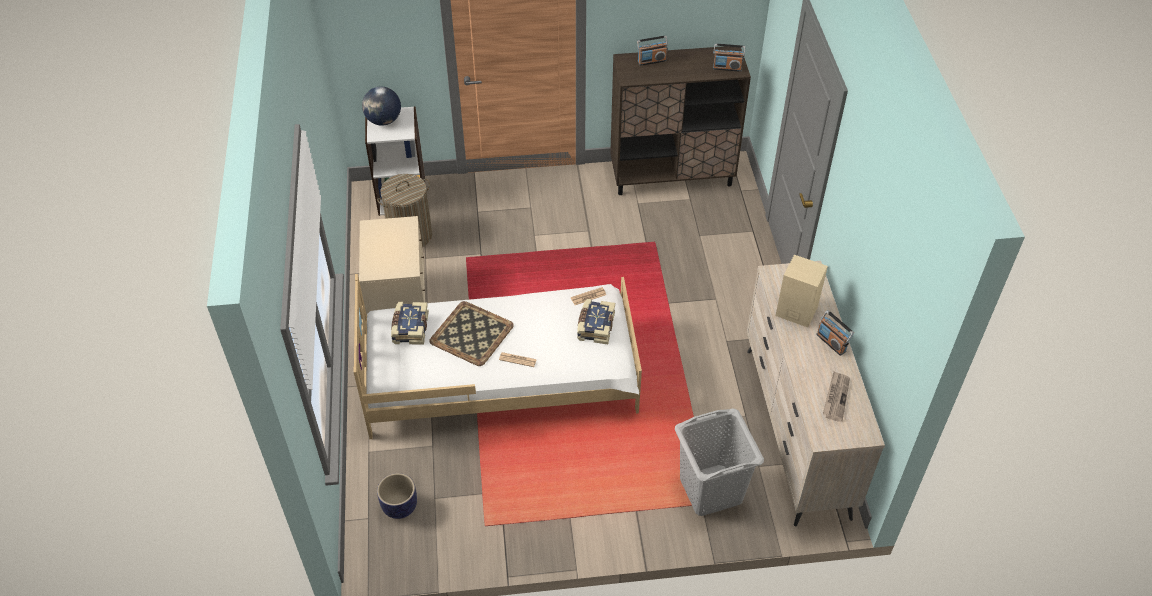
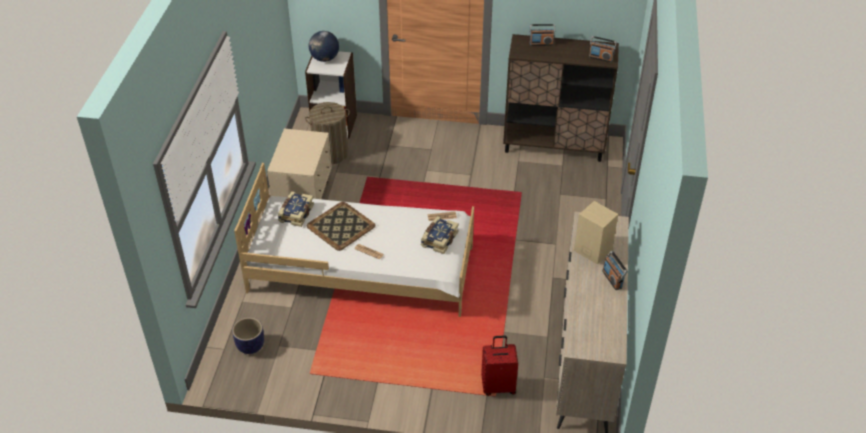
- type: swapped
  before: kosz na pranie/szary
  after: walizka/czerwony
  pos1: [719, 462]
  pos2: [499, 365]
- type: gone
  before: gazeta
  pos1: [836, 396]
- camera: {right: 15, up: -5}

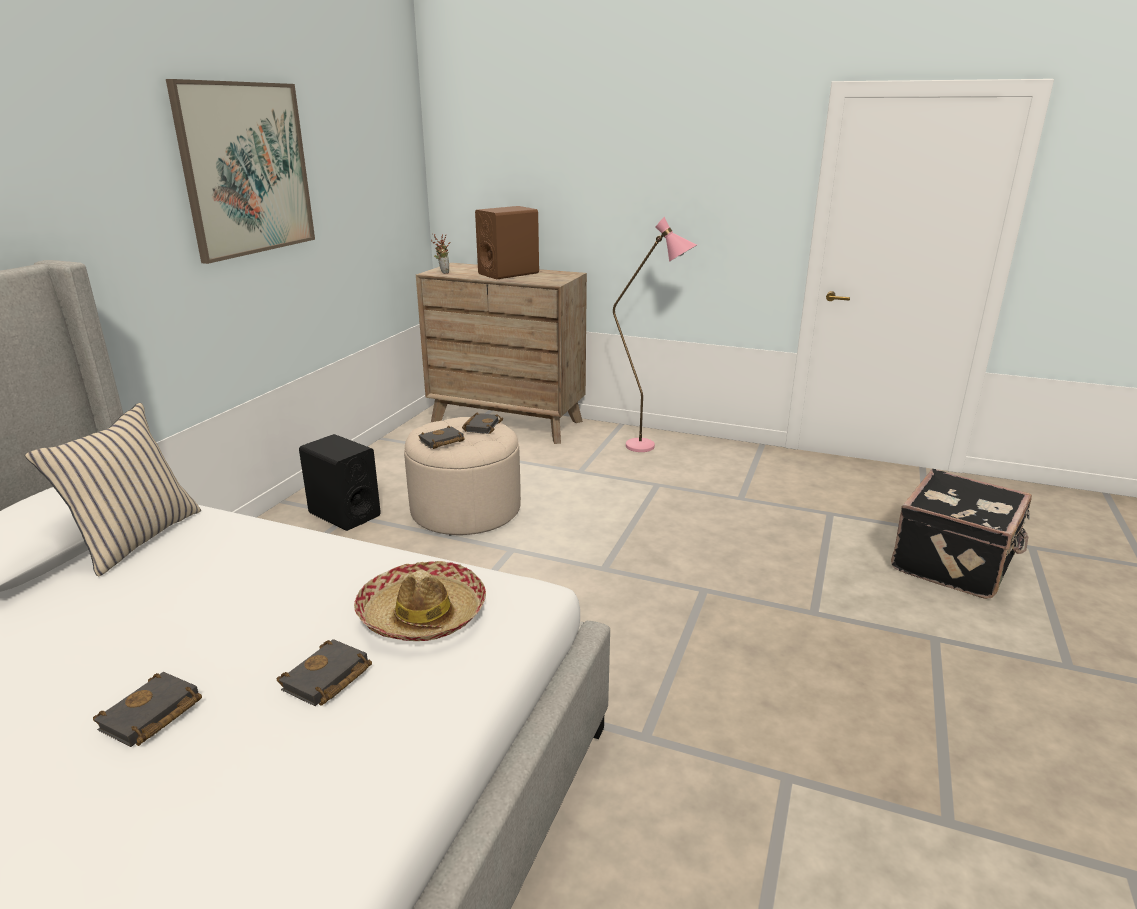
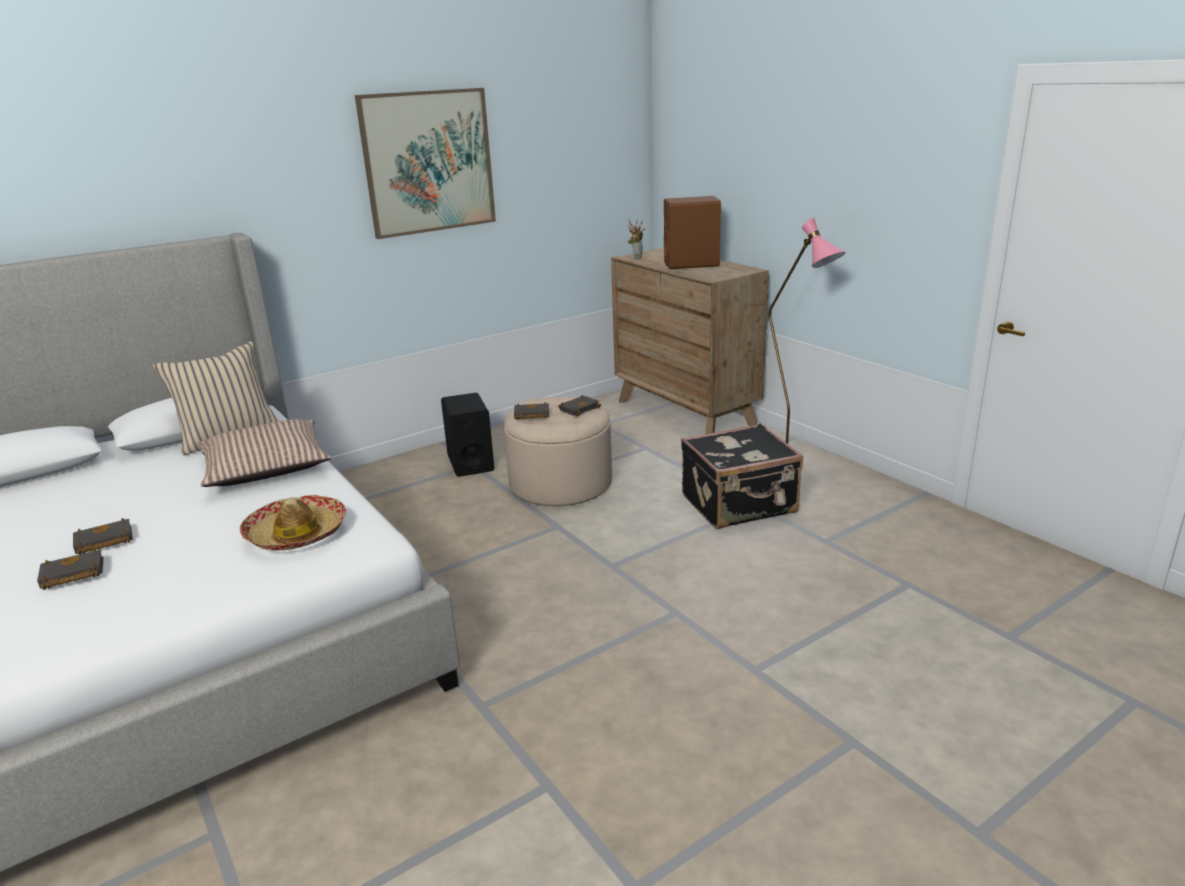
- type: shifted
  before: książka/czarny
  pos1: [324, 672]
  pos2: [70, 569]
- type: new
  after: poduszka
  pos2: [264, 453]
- type: shifted
  before: walizka/czarny
  pos1: [961, 534]
  pos2: [742, 476]
- camera: {right: 35, up: 0}

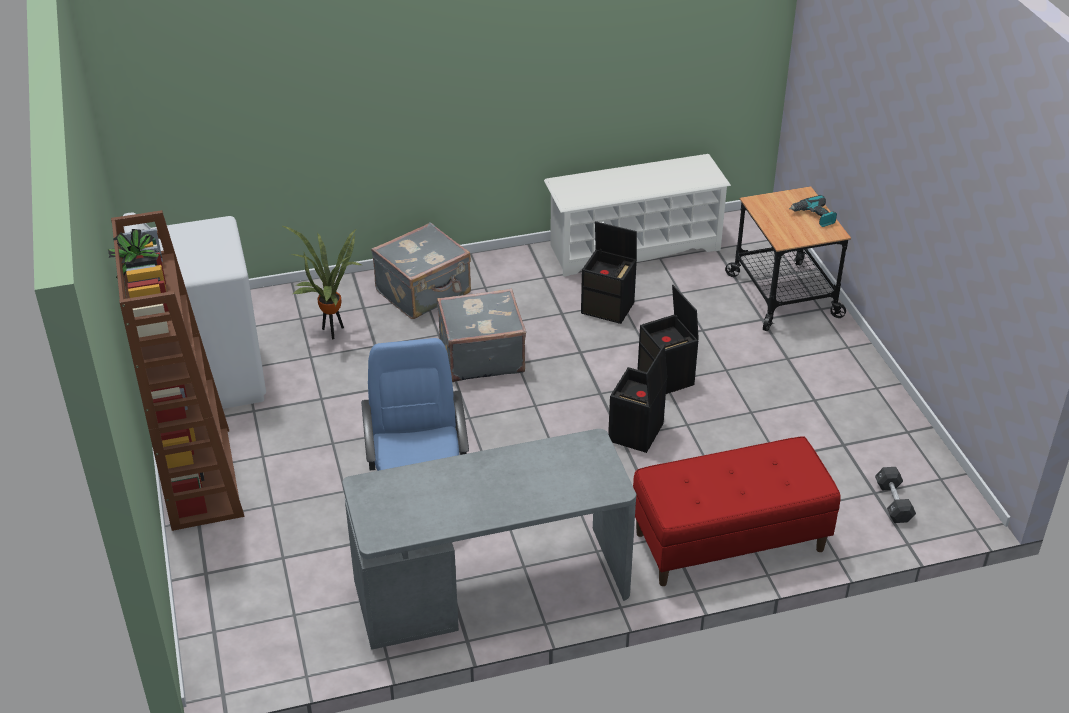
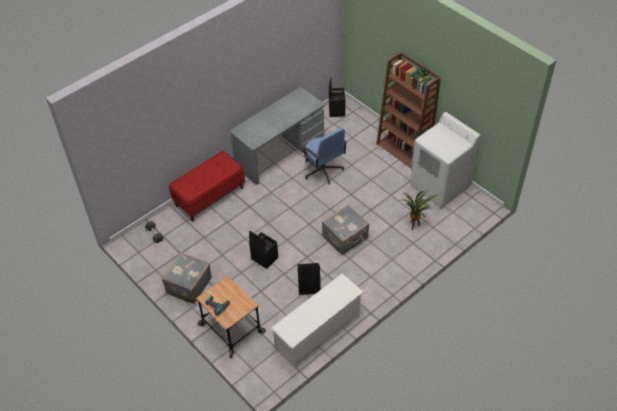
- type: shifted
  before: walizka/szary
  pos1: [421, 270]
  pos2: [187, 278]
- type: shifted
  before: pojemnik do przechowywania/czarny
  pos1: [637, 399]
  pos2: [337, 97]
- camera: {right: 155, up: 10}

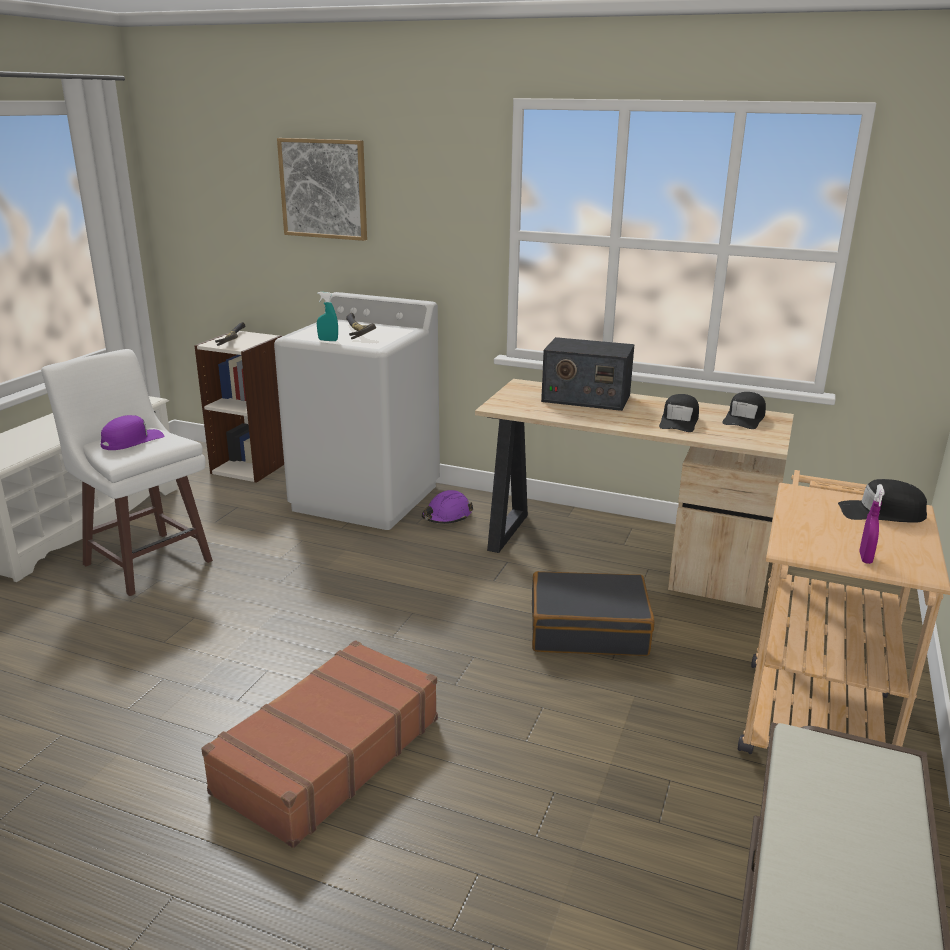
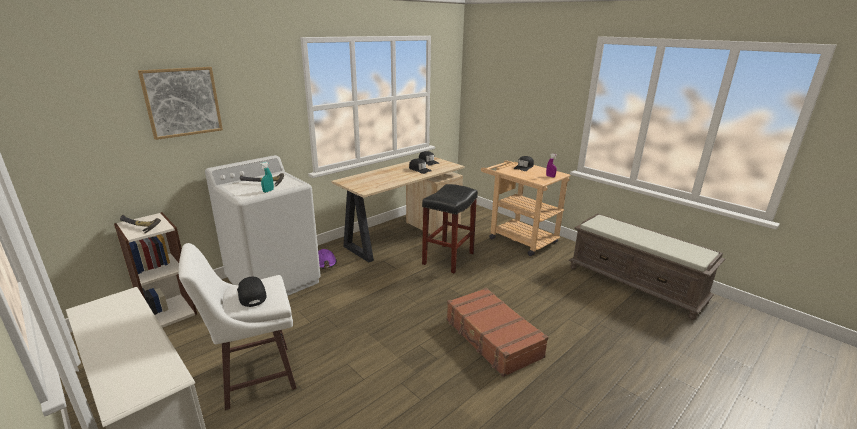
- type: repainted
  before: czapka z daszkiem/fioletowy
  after: czapka z daszkiem/czarny
  pos1: [132, 432]
  pos2: [251, 292]
- type: swapped
  before: walizka/czarny
  after: stołek/czarny
  pos1: [593, 613]
  pos2: [450, 228]
- type: gone
  before: radio
  pos1: [587, 374]
- camera: {right: -65, up: 0}

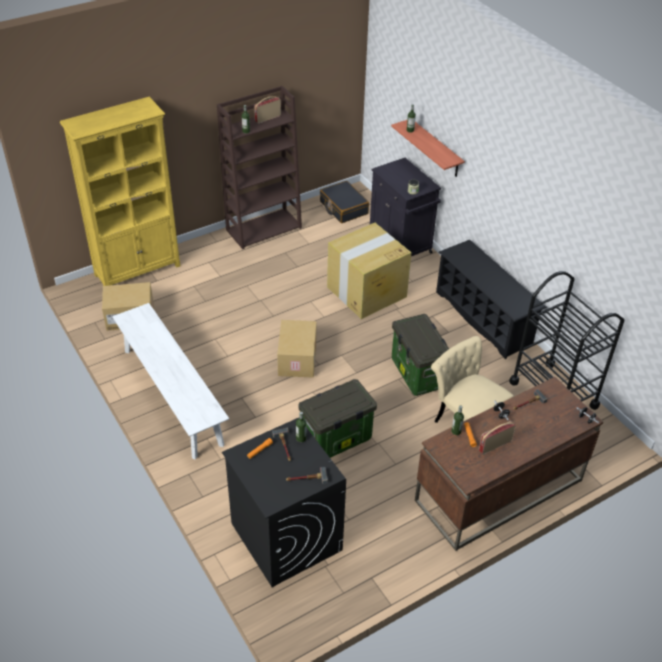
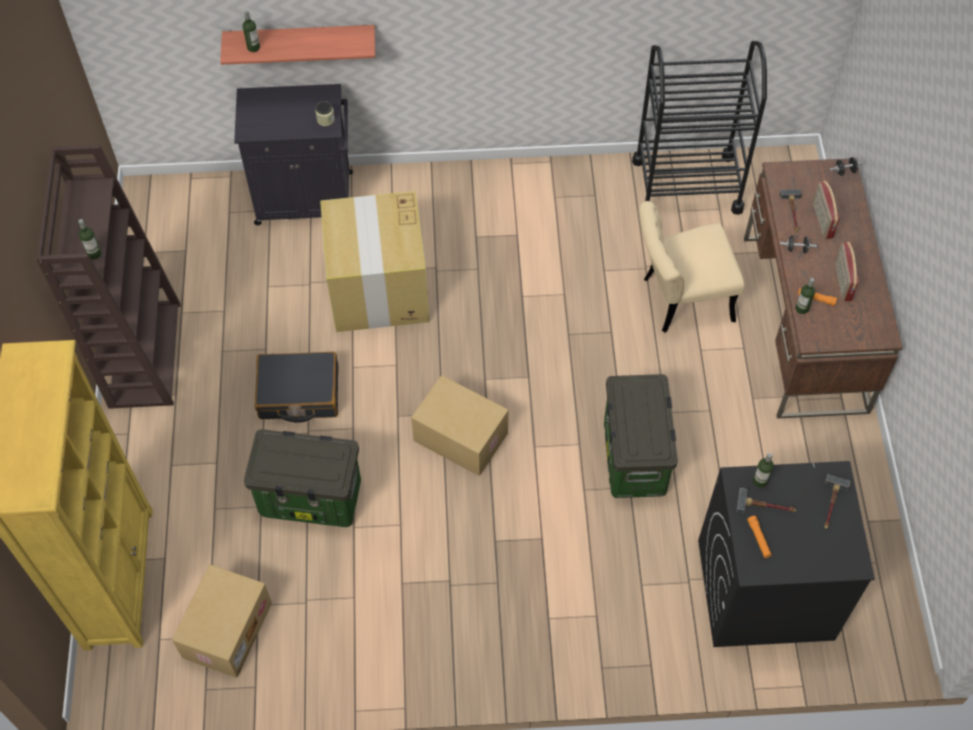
- type: shifted
  before: pojemnik do przechowywania
  pos1: [420, 355]
  pos2: [302, 478]
- type: shifted
  before: walizka/czarny
  pos1: [344, 202]
  pos2: [296, 387]
- type: shifted
  before: radio
  pos1: [267, 110]
  pos2: [826, 210]
- type: gone
  before: ławka/biały
  pos1: [170, 381]
- type: gone
  before: regał na buty/czarny
  pos1: [491, 299]
- camera: {right: -60, up: 15}

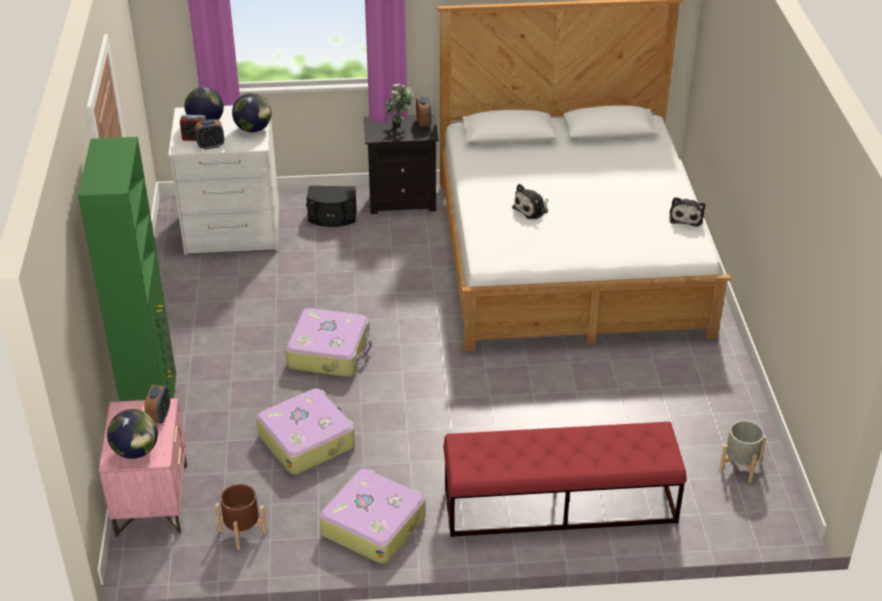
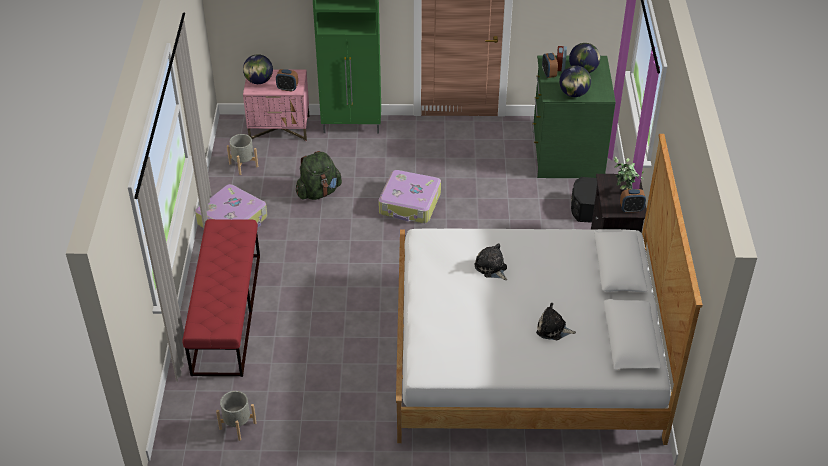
- type: repainted
  before: donica/brązowy
  after: donica/szary
  pos1: [241, 517]
  pos2: [242, 154]
- type: swapped
  before: walizka
  after: plecak/zielony
  pos1: [305, 431]
  pos2: [319, 175]
- type: repainted
  before: komoda/biały
  after: komoda/zielony
  pos1: [223, 179]
  pos2: [574, 116]
- type: shifted
  before: pluszak
  pos1: [687, 212]
  pos2: [556, 321]
- camera: {right: 95, up: 5}

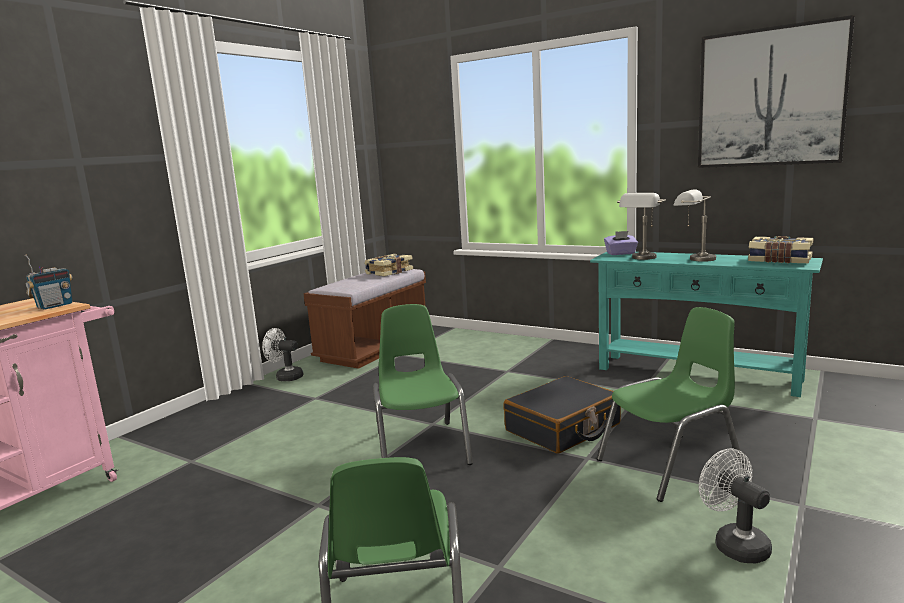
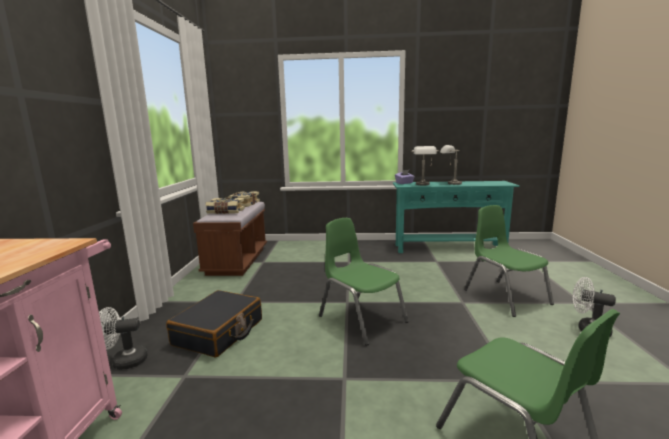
- type: shifted
  before: wentylator/biały
  pos1: [282, 354]
  pos2: [123, 338]
- type: shifted
  before: walizka/czarny
  pos1: [562, 415]
  pos2: [214, 324]
- type: shifted
  before: książka
  pos1: [781, 249]
  pos2: [225, 206]
- type: rotated
  before: krzesło/zielony
  pos1: [670, 404]
  pos2: [509, 261]
  turn: -60
- type: gone
  before: radio
  pos1: [49, 282]
- type: gone
  before: obraz
  pos1: [776, 91]
- camera: {right: -30, up: 0}

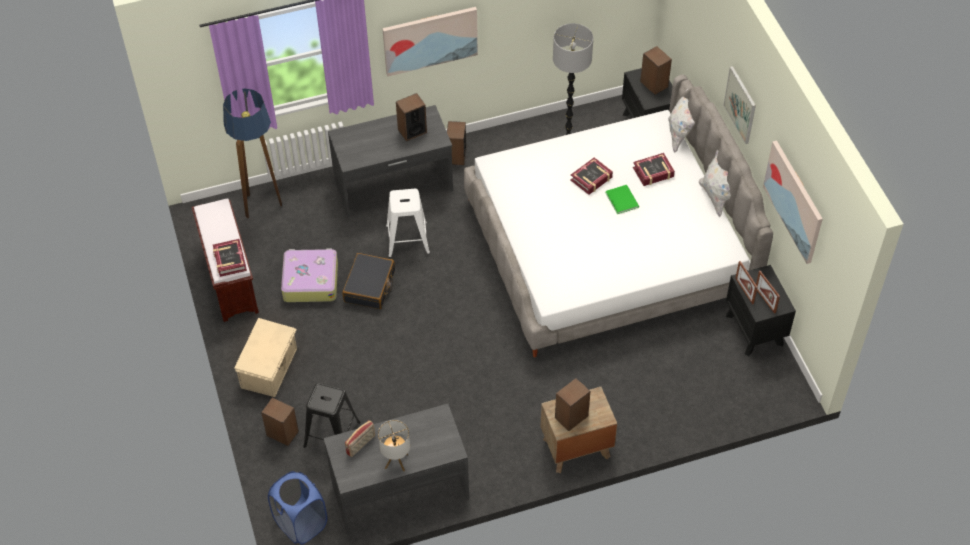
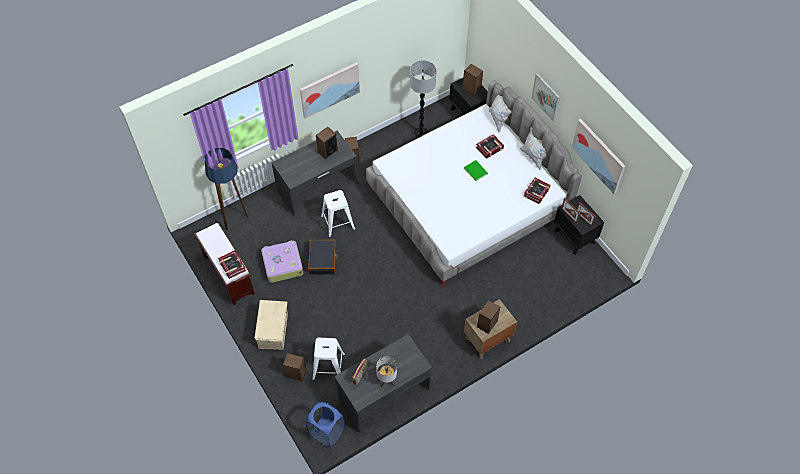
- type: repainted
  before: stołek/czarny
  after: stołek/biały
  pos1: [332, 415]
  pos2: [328, 359]
- type: shifted
  before: książka
  pos1: [592, 176]
  pos2: [537, 191]
- camera: {right: -15, up: 5}

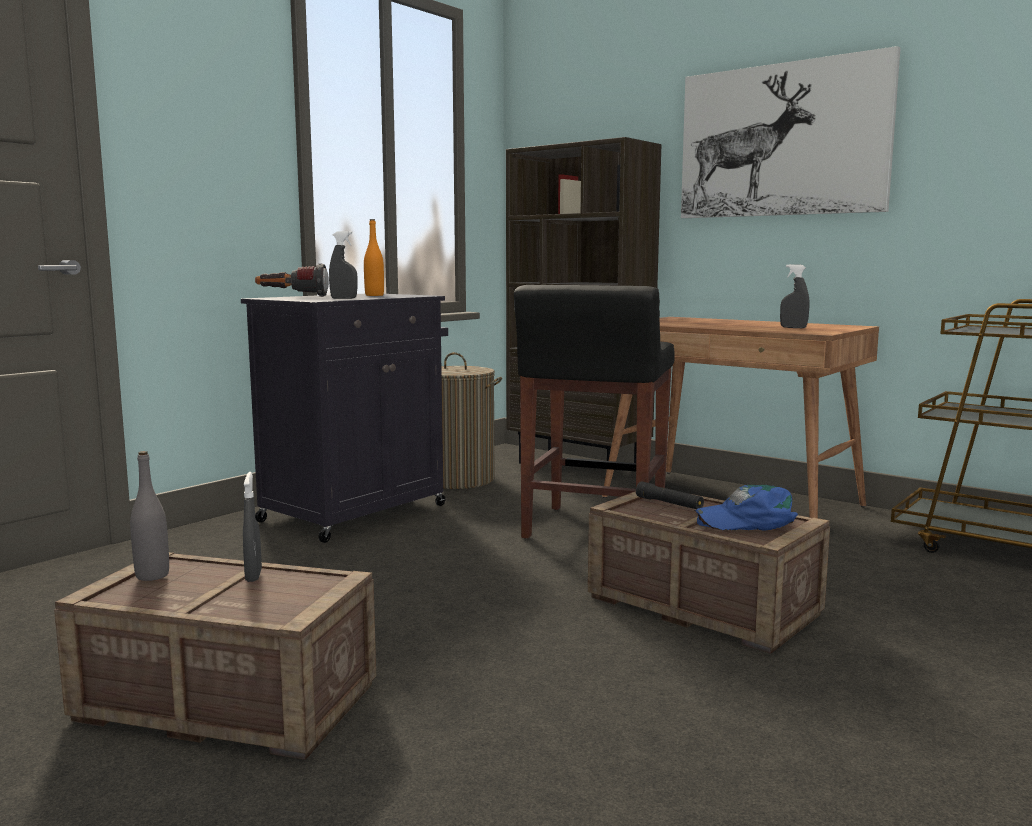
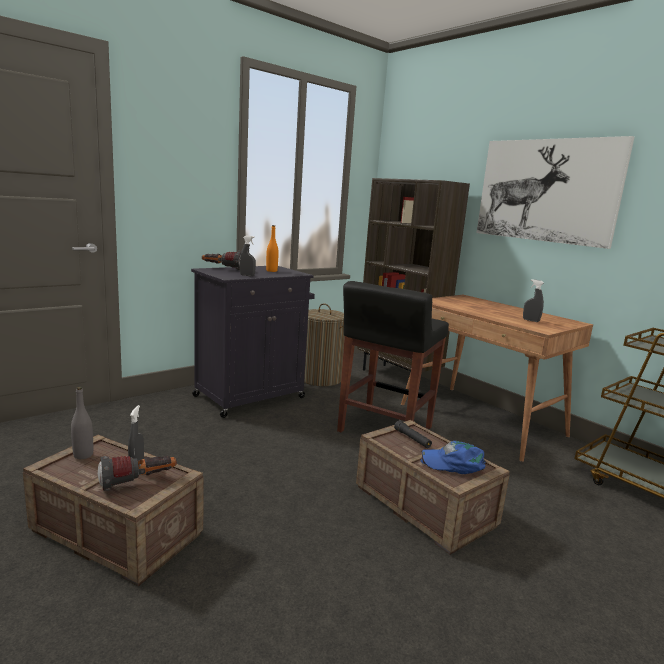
- type: new
  after: latarka
  pos2: [137, 473]
- camera: {right: 10, up: 5}

